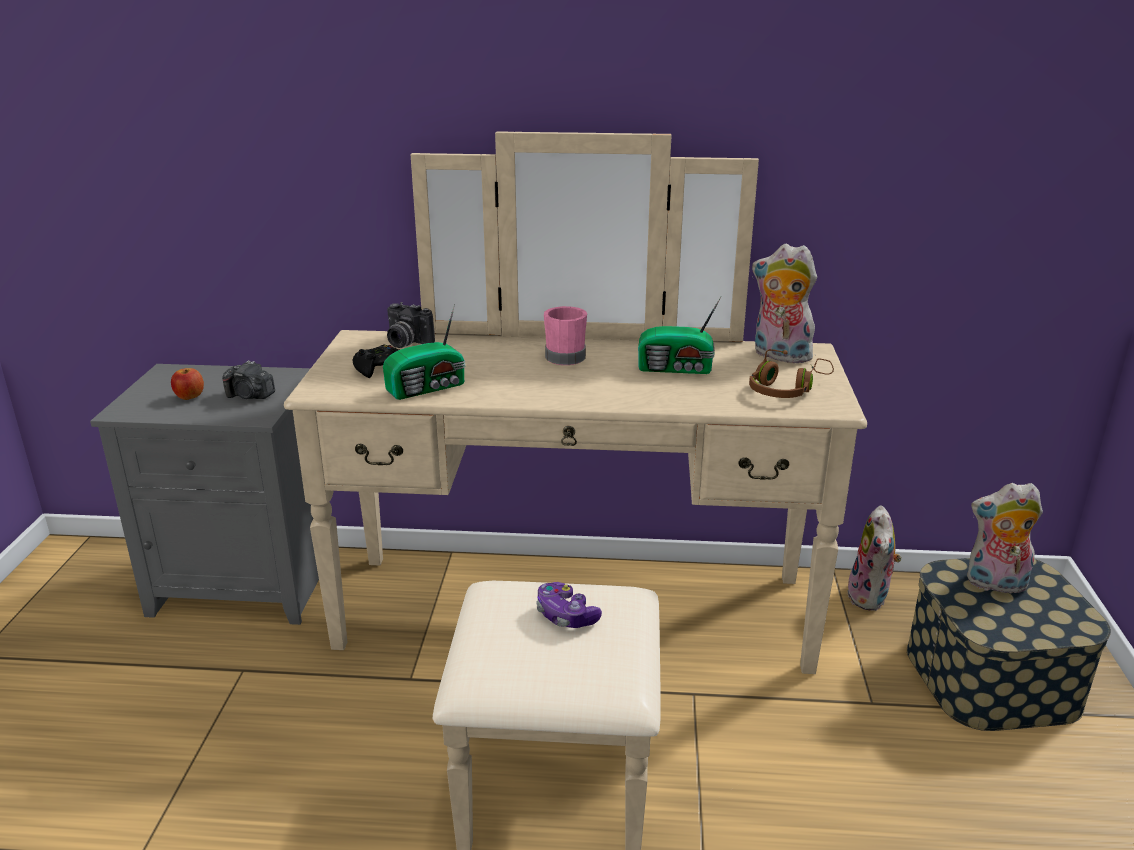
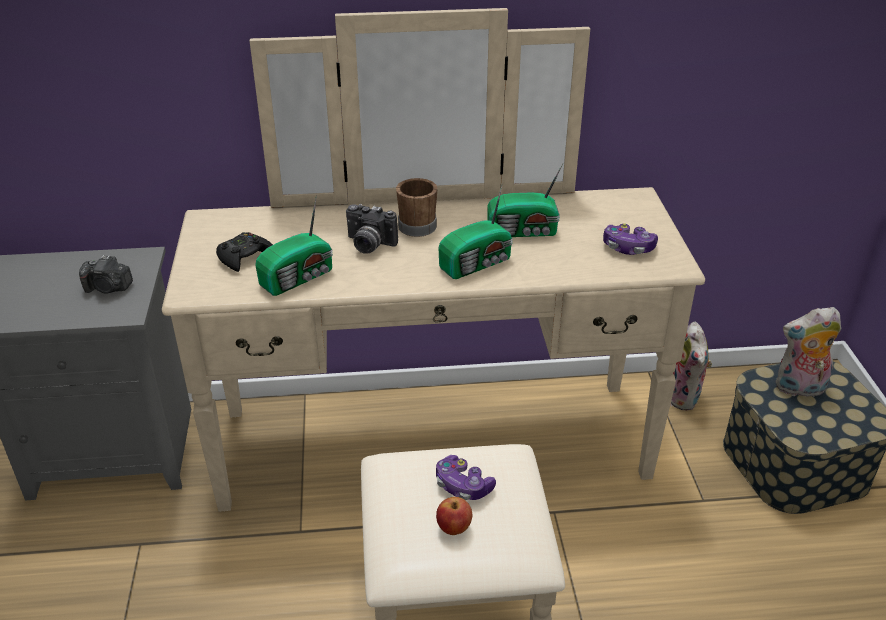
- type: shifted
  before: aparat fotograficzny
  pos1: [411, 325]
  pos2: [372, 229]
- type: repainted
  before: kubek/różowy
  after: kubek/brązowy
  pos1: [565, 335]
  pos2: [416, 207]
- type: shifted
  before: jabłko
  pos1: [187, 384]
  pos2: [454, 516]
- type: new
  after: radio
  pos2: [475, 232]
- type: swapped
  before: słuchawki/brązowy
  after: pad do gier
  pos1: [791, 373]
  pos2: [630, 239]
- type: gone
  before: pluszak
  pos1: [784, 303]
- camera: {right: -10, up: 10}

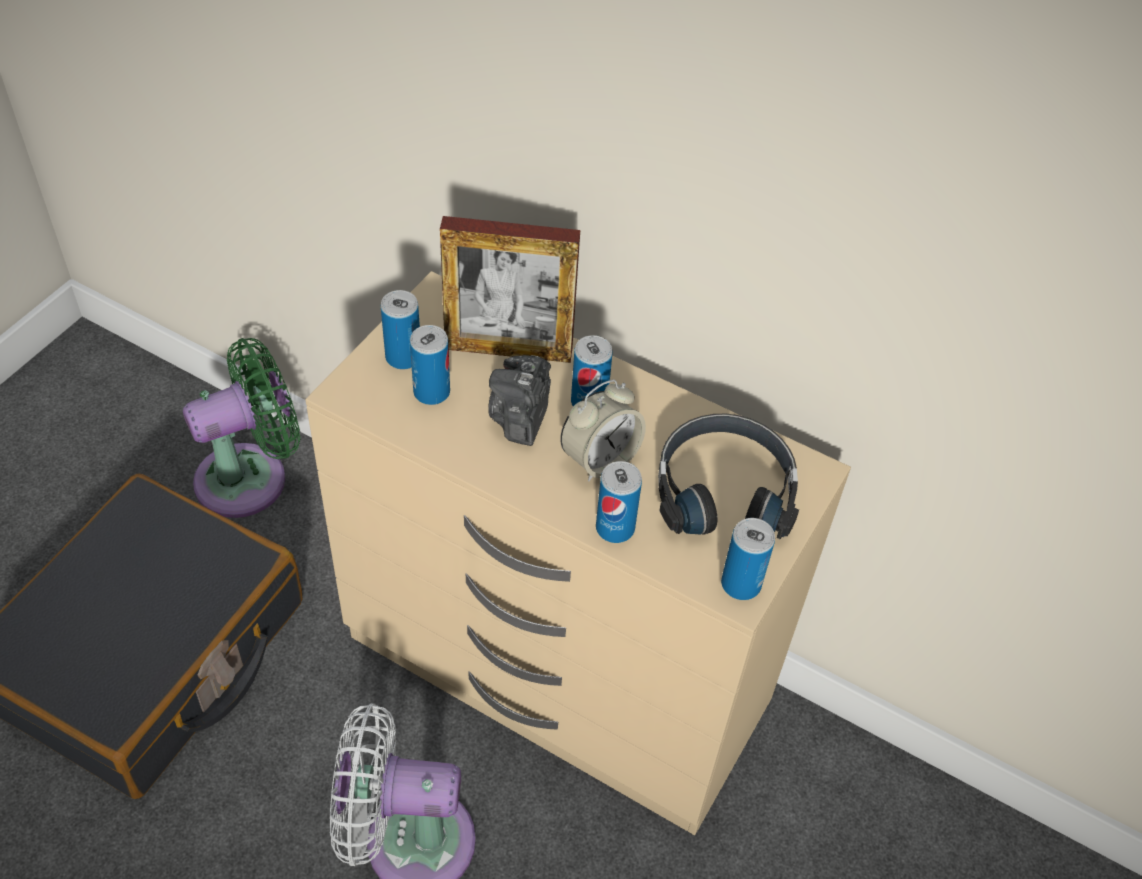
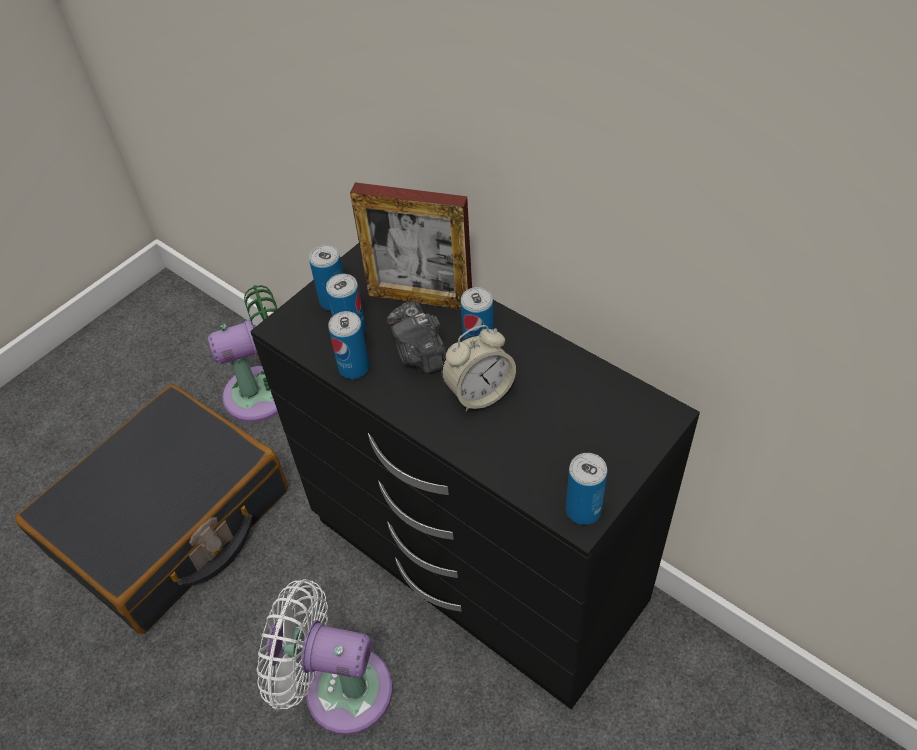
- type: repainted
  before: komoda/beżowy
  after: komoda/czarny
  pos1: [578, 553]
  pos2: [475, 476]
- type: shifted
  before: puszka
  pos1: [619, 502]
  pos2: [348, 345]
- type: rotated
  before: aparat fotograficzny
  pos1: [519, 400]
  pos2: [417, 337]
  turn: -45
- type: gone
  before: słuchawki/czarny
  pos1: [728, 476]
- camera: {right: 15, up: 0}

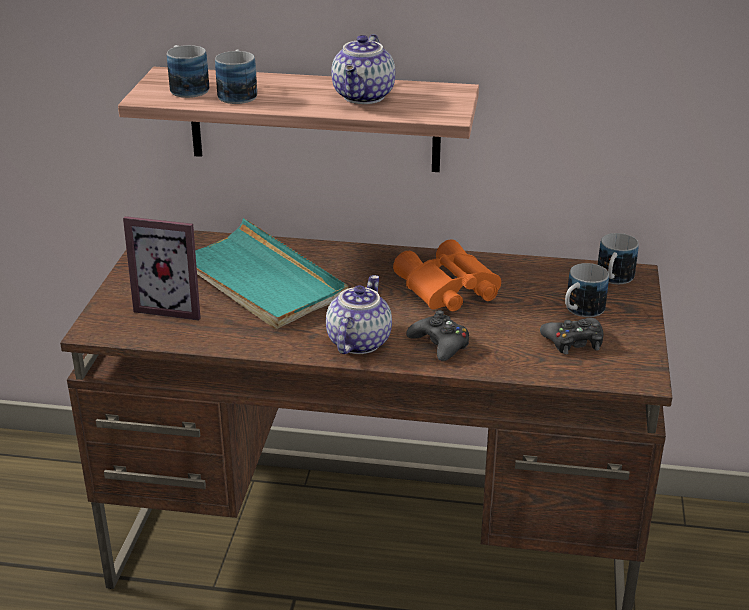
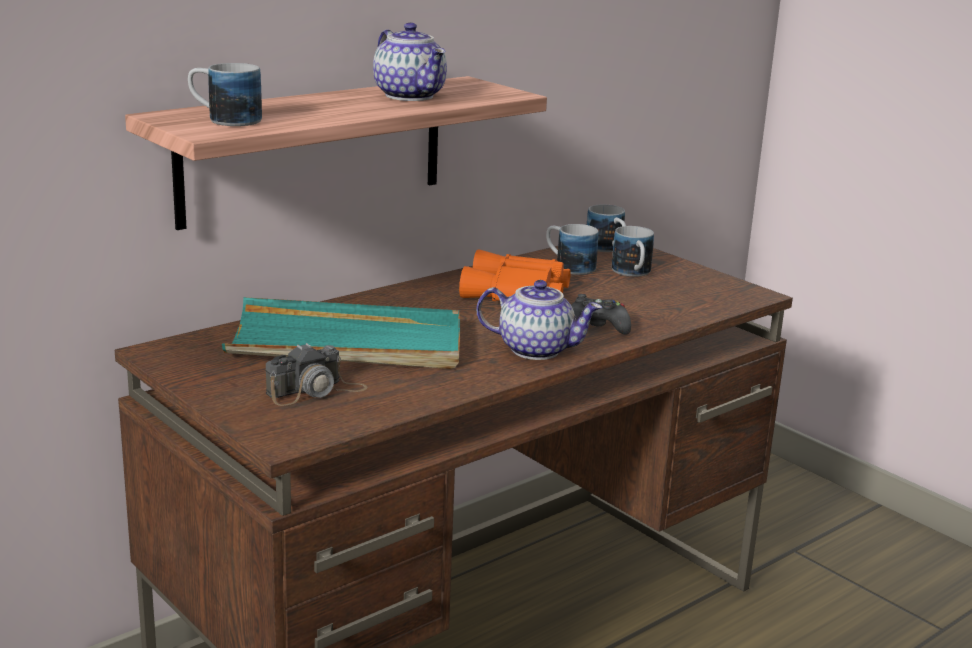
- type: swapped
  before: ramka na zdjęcie
  after: aparat fotograficzny
  pos1: [161, 268]
  pos2: [317, 374]
- type: rotated
  before: imbryk
  pos1: [359, 314]
  pos2: [540, 320]
  turn: 135
- type: shifted
  before: kubek
  pos1: [236, 76]
  pos2: [572, 249]
- type: gone
  before: pad do gier/czarny
  pos1: [571, 336]
- camera: {right: -50, up: -10}

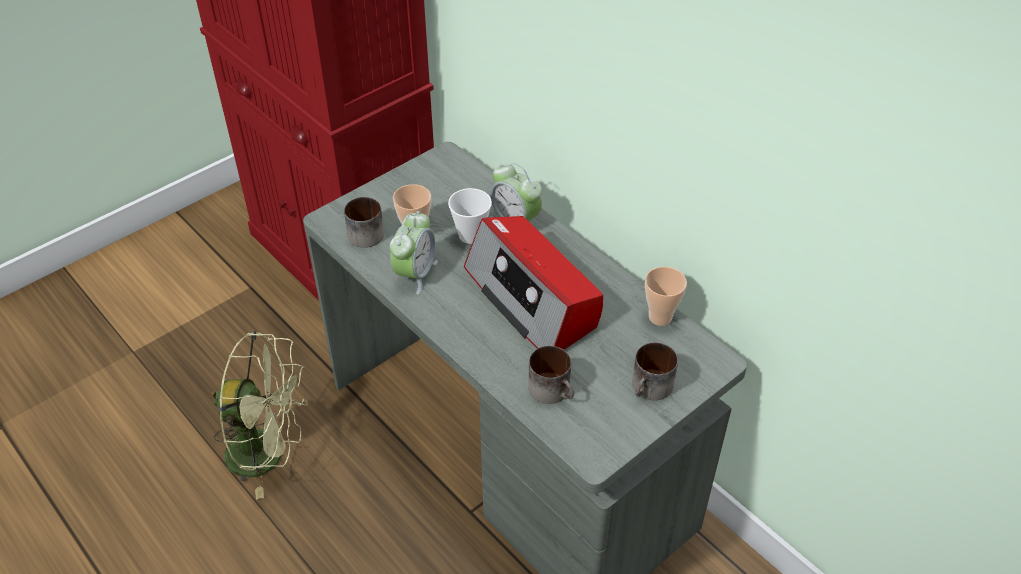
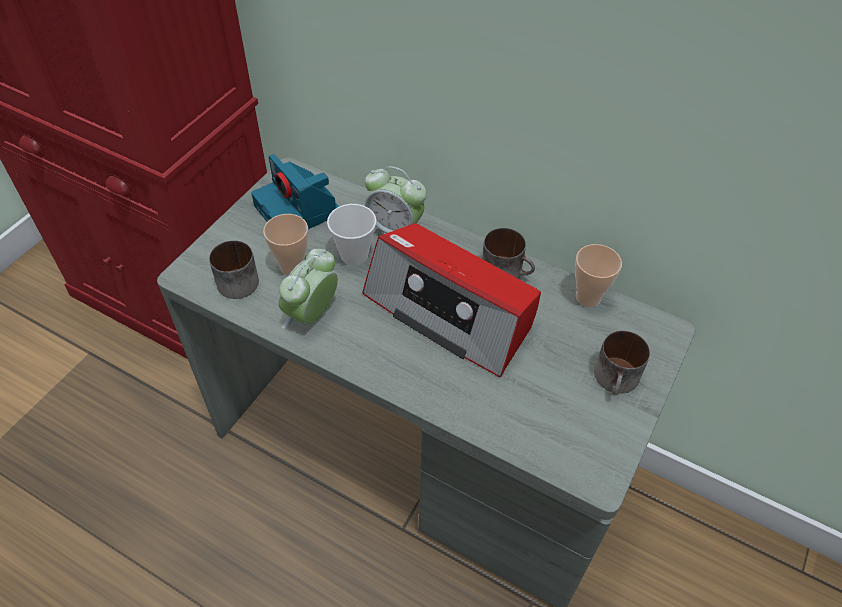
- type: new
  after: aparat fotograficzny
  pos2: [295, 191]
- type: rotated
  before: budzik
  pos1: [414, 253]
  pos2: [308, 289]
  turn: -150
- type: shifted
  before: kubek
  pos1: [551, 375]
  pos2: [508, 253]
- type: gone
  before: wentylator/zielony
  pos1: [260, 415]
- camera: {right: -20, up: 5}

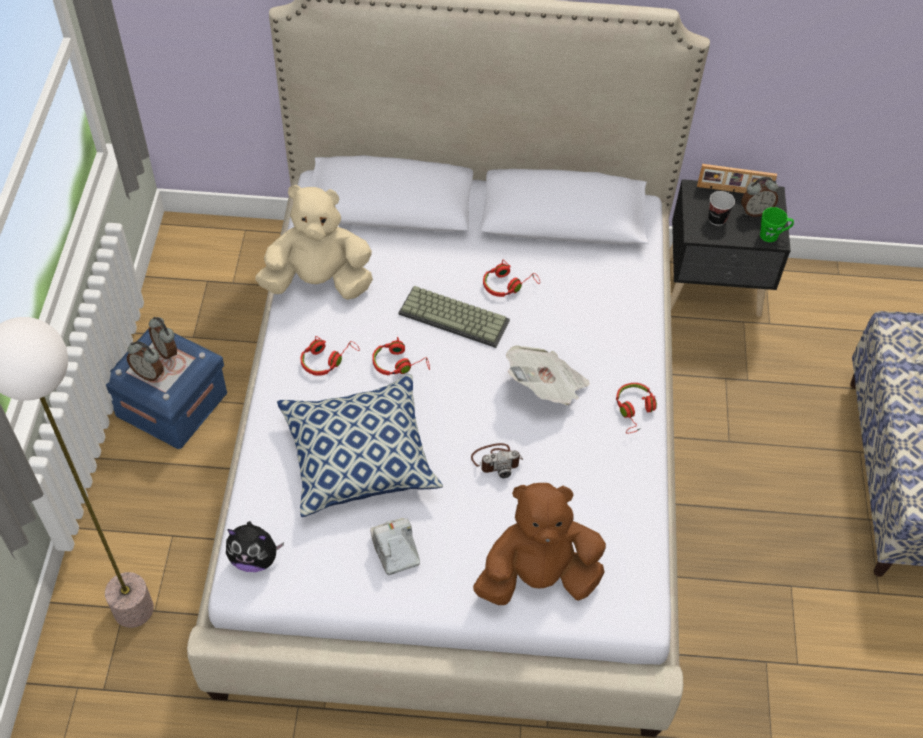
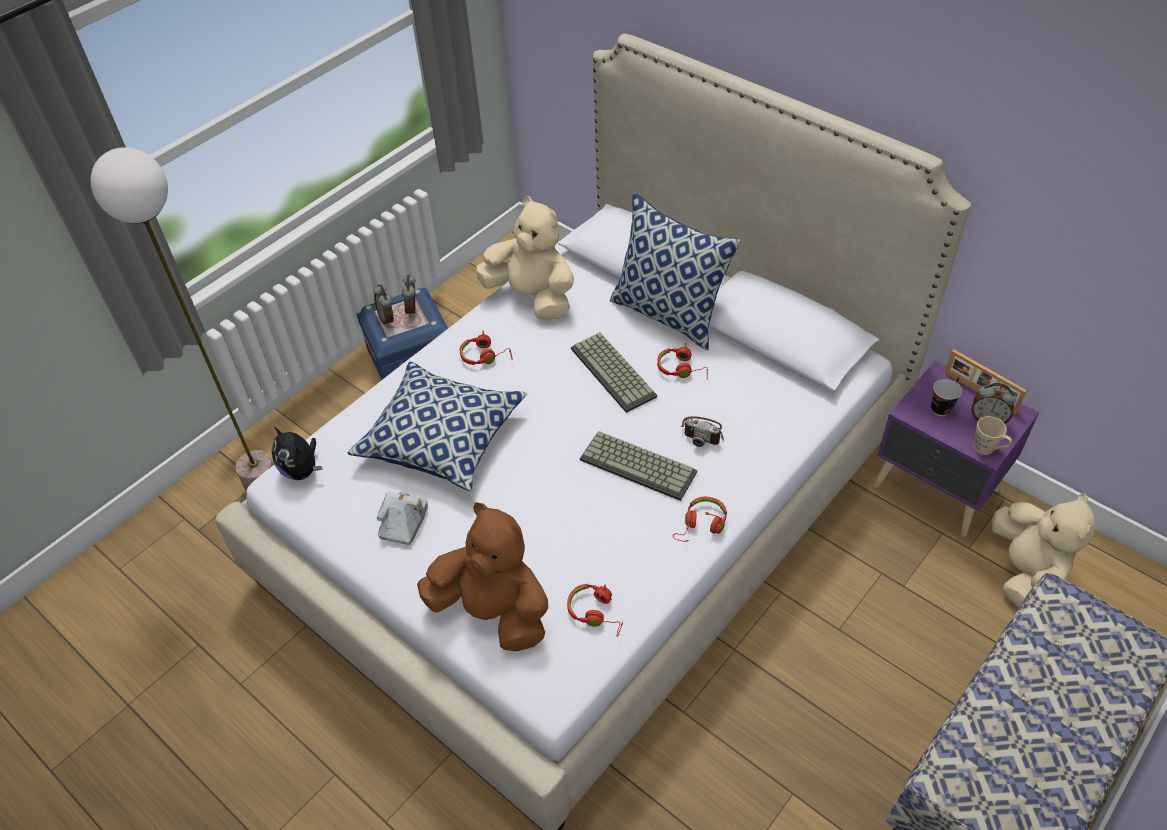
- type: shifted
  before: słuchawki/czerwony
  pos1: [401, 356]
  pos2: [595, 610]
- type: swapped
  before: gazeta
  after: klawiatura
  pos1: [548, 375]
  pos2: [638, 466]
- type: new
  after: poduszka
  pos2: [675, 272]
- type: shifted
  before: aparat fotograficzny
  pos1: [497, 460]
  pos2: [702, 431]
- type: repainted
  before: szafka nocna/czarny
  after: szafka nocna/fioletowy
  pos1: [730, 248]
  pos2: [956, 449]
- type: repainted
  before: kubek/zielony
  after: kubek/beżowy
  pos1: [777, 224]
  pos2: [992, 435]
- type: new
  after: pluszak/beżowy
  pos2: [1044, 550]
- camera: {right: 40, up: -5}

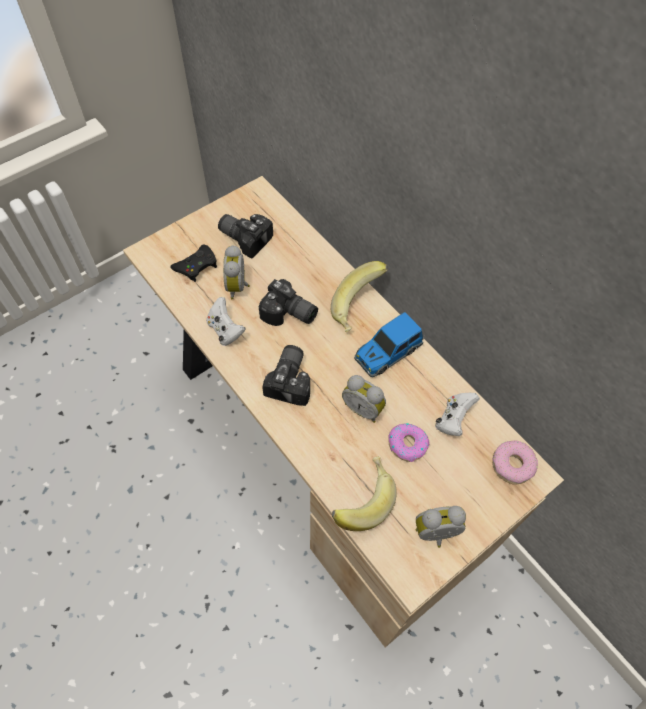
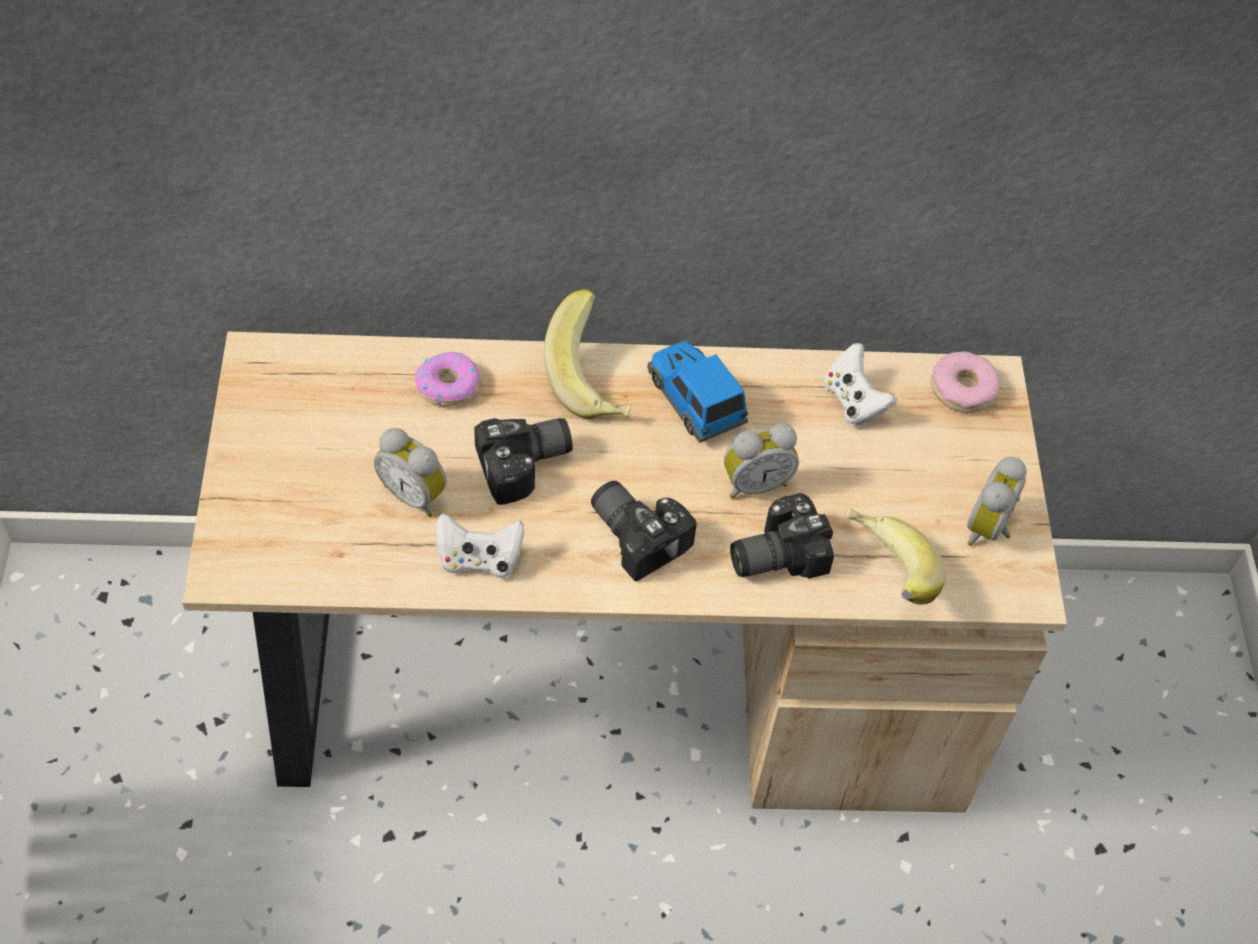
- type: shifted
  before: donut
  pos1: [409, 442]
  pos2: [447, 379]
- type: rotated
  before: samochodzik
  pos1: [389, 344]
  pos2: [697, 392]
  turn: 150
- type: shifted
  before: aparat fotograficzny
  pos1: [245, 236]
  pos2: [782, 535]
- type: gone
  before: pad do gier/czarny
  pos1: [193, 263]
- camera: {right: -55, up: -5}

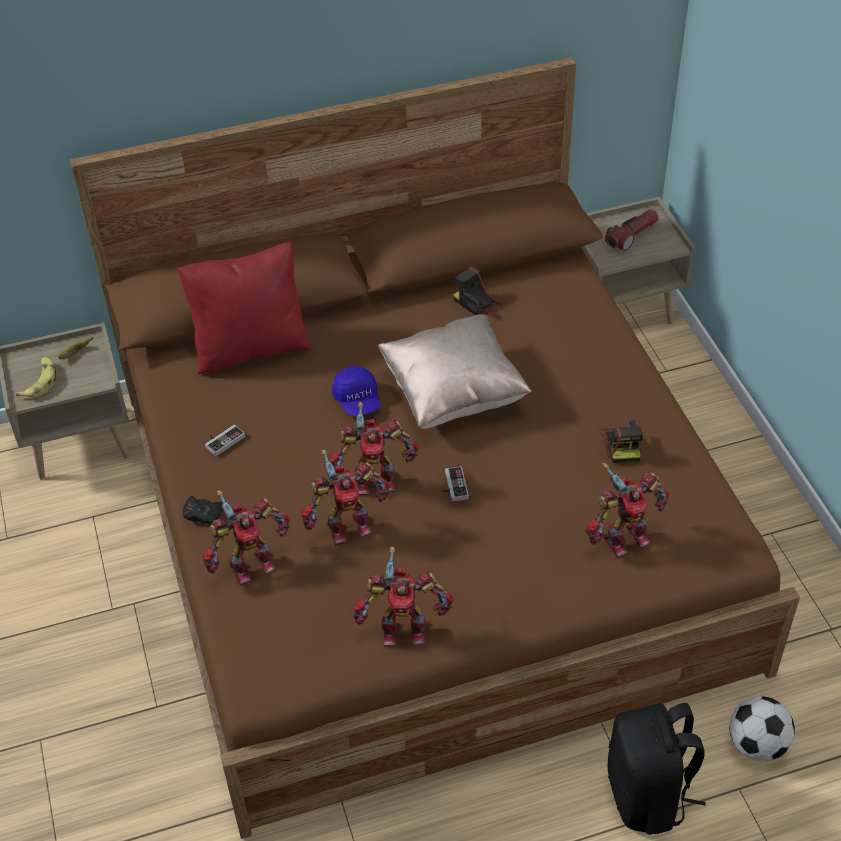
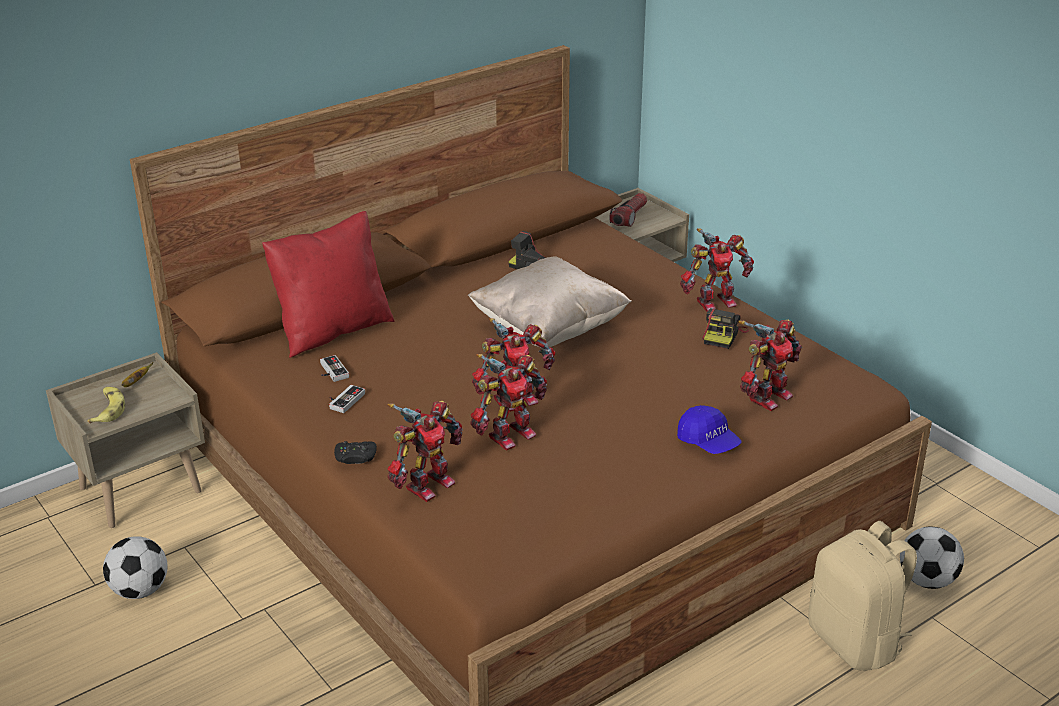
- type: new
  after: piłka futbolowa
  pos2: [135, 567]
- type: shifted
  before: pad do gier
  pos1: [455, 484]
  pos2: [334, 368]
- type: shifted
  before: czapka z daszkiem/niebieski
  pos1: [356, 391]
  pos2: [709, 429]
- type: shifted
  before: robot zabawkowy
  pos1: [404, 596]
  pos2: [717, 270]
- type: rotated
  before: aparat fotograficzny
  pos1: [621, 441]
  pos2: [725, 328]
  turn: 45
- type: repainted
  before: plecak/czarny
  after: plecak/beżowy
  pos1: [657, 769]
  pos2: [862, 596]
- camera: {right: -20, up: -15}

